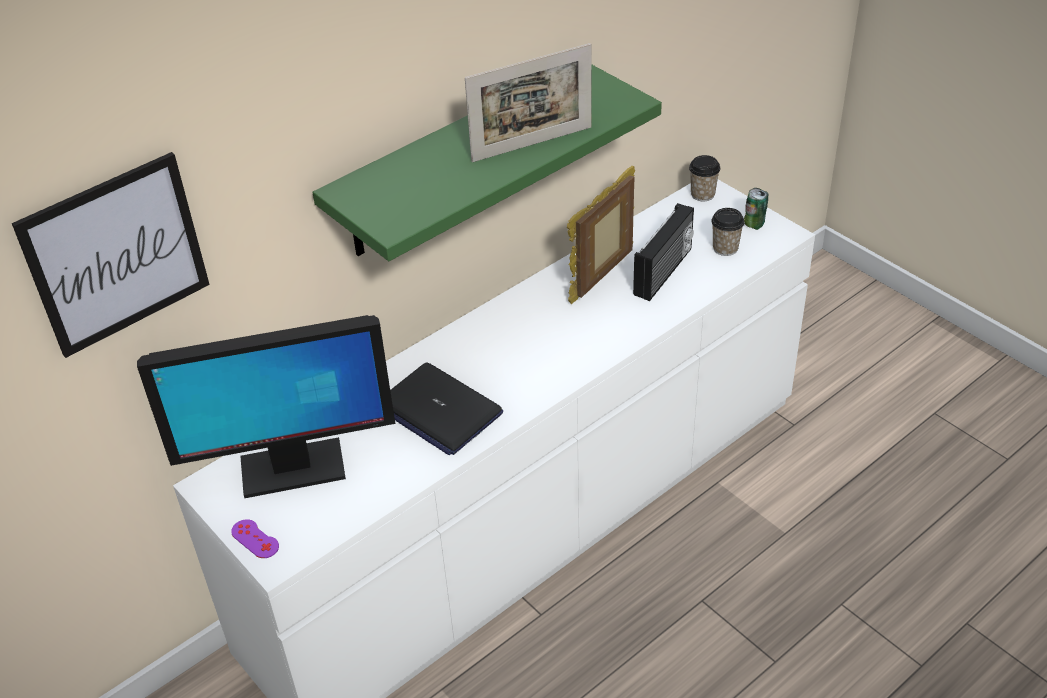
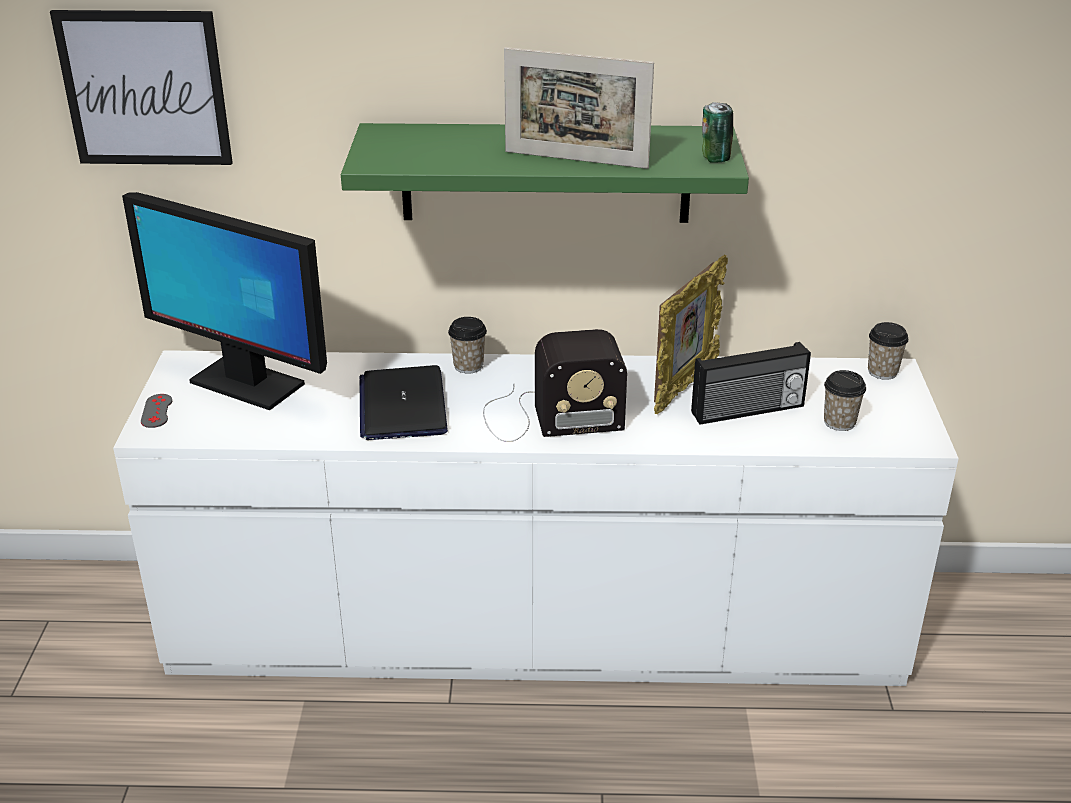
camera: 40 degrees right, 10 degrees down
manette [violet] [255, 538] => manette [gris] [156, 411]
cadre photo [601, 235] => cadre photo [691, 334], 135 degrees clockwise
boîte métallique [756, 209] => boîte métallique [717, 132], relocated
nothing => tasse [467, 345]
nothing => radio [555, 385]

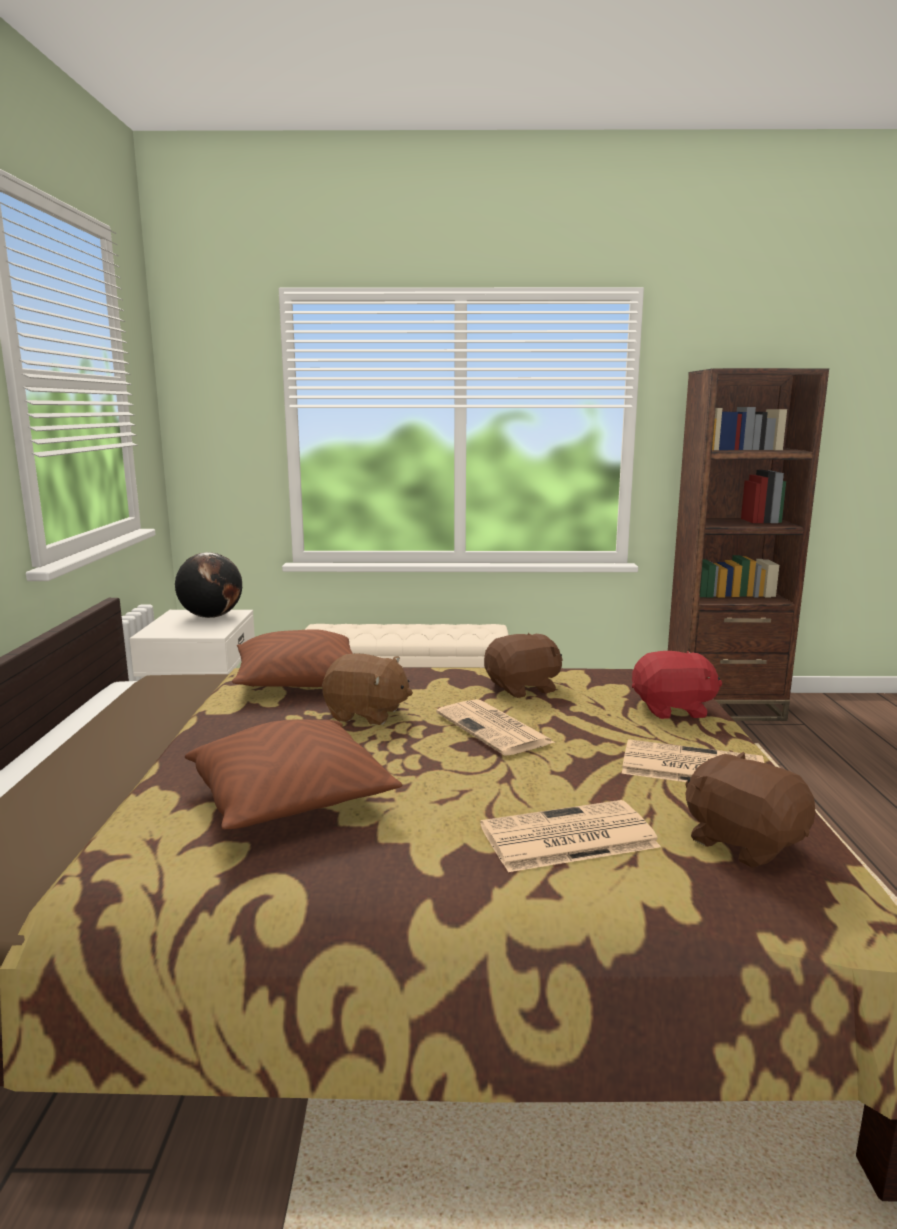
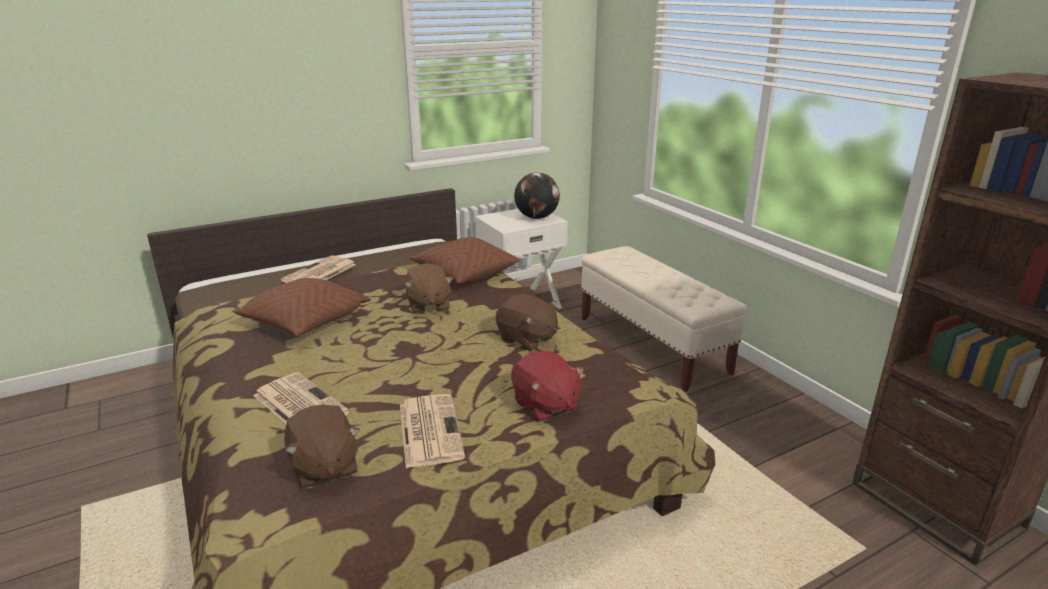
camera: 60 degrees right, 10 degrees up
journal [495, 727] => journal [318, 269], relocated
peluche [marron] [750, 809] => peluche [marron] [322, 447], 135 degrees clockwise

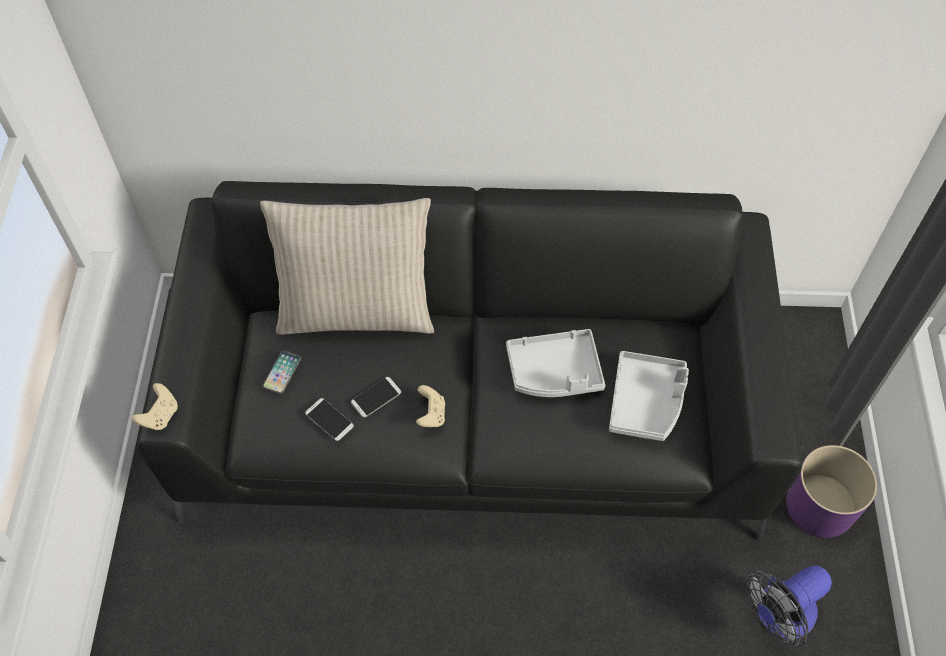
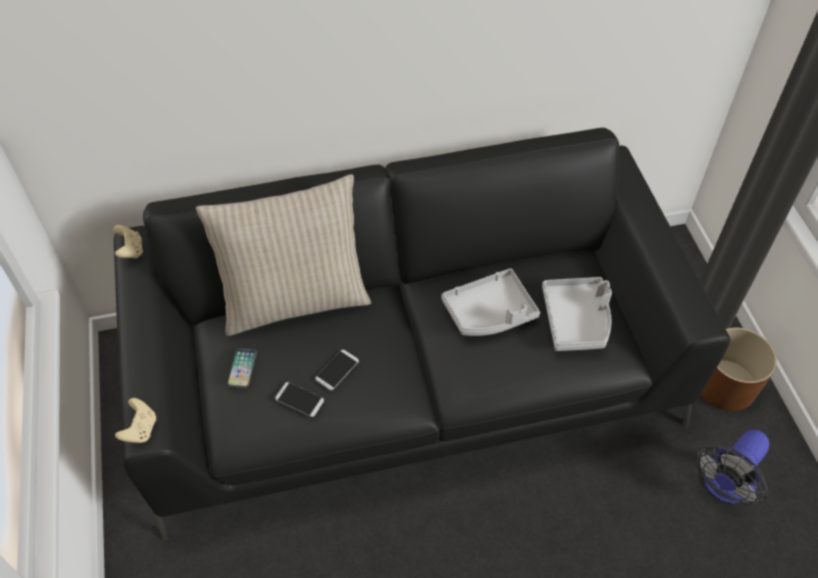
camera: 15 degrees left, 5 degrees down
manette [beige] [430, 406] => manette [beige] [128, 242], relocated
cache-pot [violet] [831, 491] => cache-pot [marron] [739, 369]

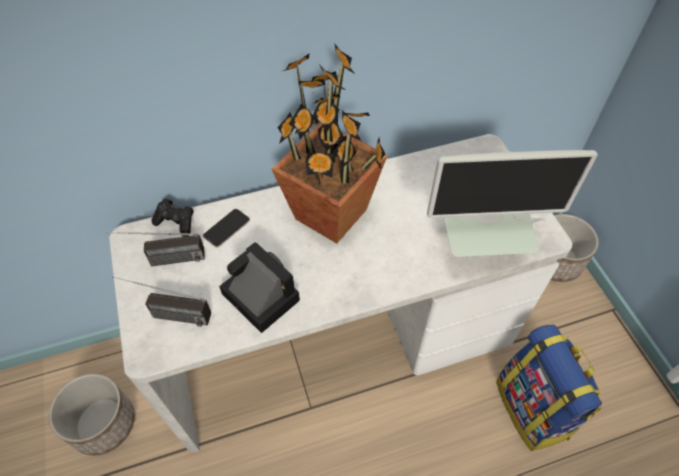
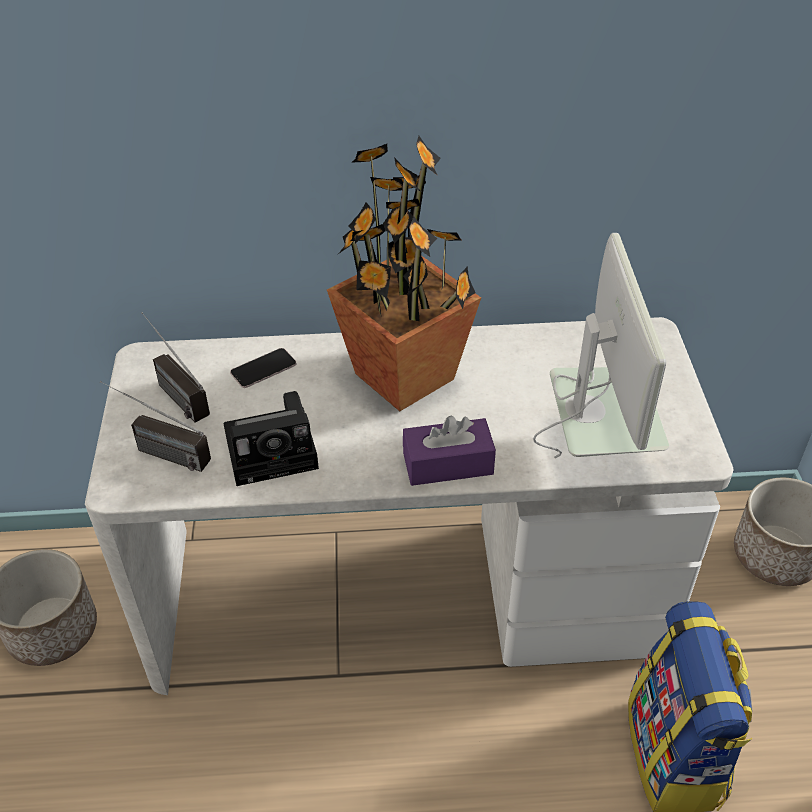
camera: 15 degrees right, 10 degrees down
radio [155, 249] => radio [176, 367], 45 degrees clockwise
manette [noir] [172, 218] => nothing
appareil photo [259, 287] => appareil photo [271, 438], 105 degrees clockwise
écran d'ordinateur [512, 203] => écran d'ordinateur [601, 345], 105 degrees counterclockwise
nothing => boîte à mouchoirs [violet] [449, 450]

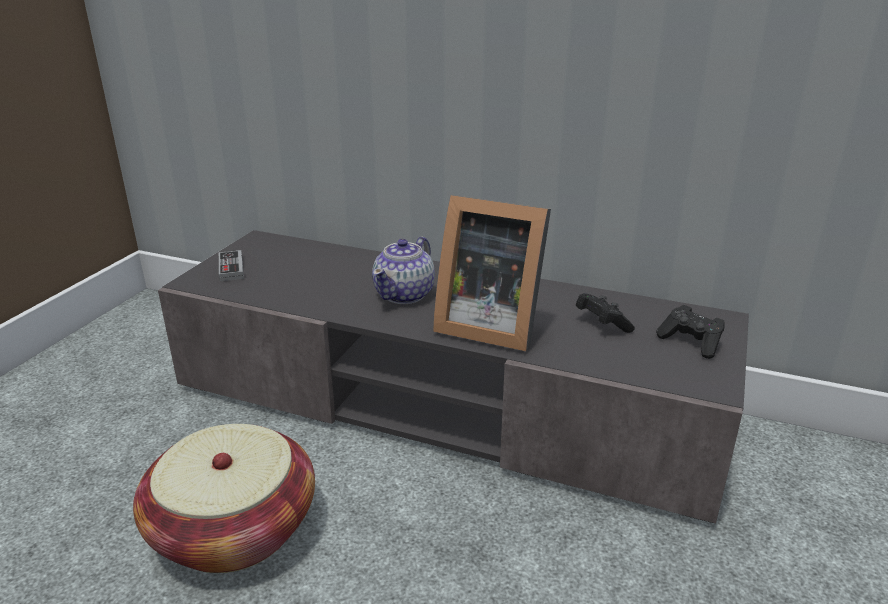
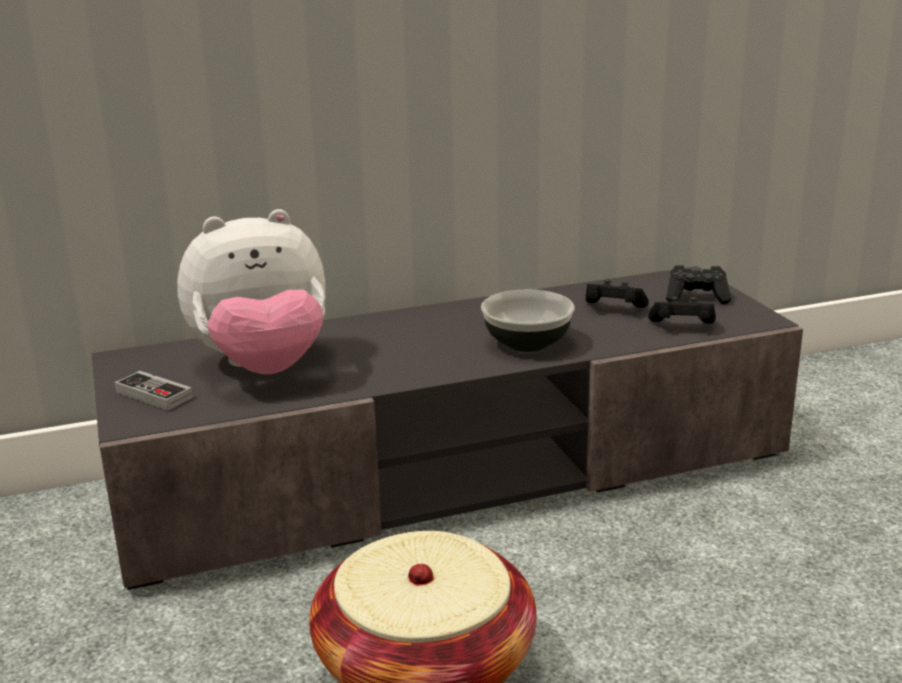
camera: 40 degrees left, 5 degrees down
théière [403, 270] => nothing
cadre photo [492, 273] => bol [528, 321]
nothing => peluche [251, 291]
nothing => manette [noir] [682, 310]

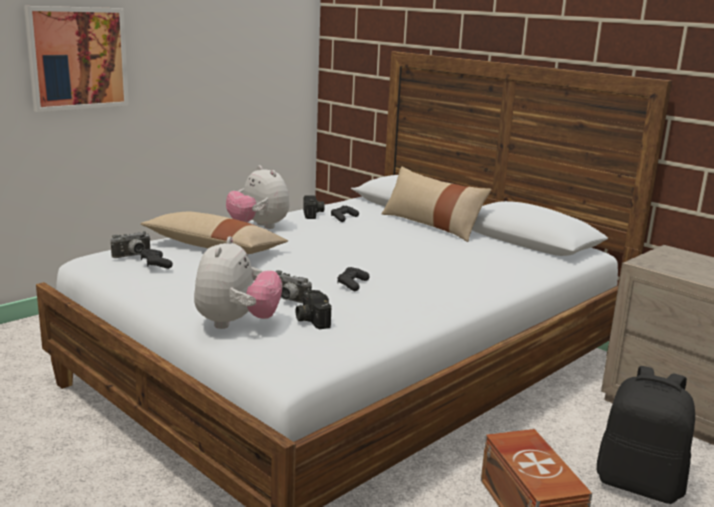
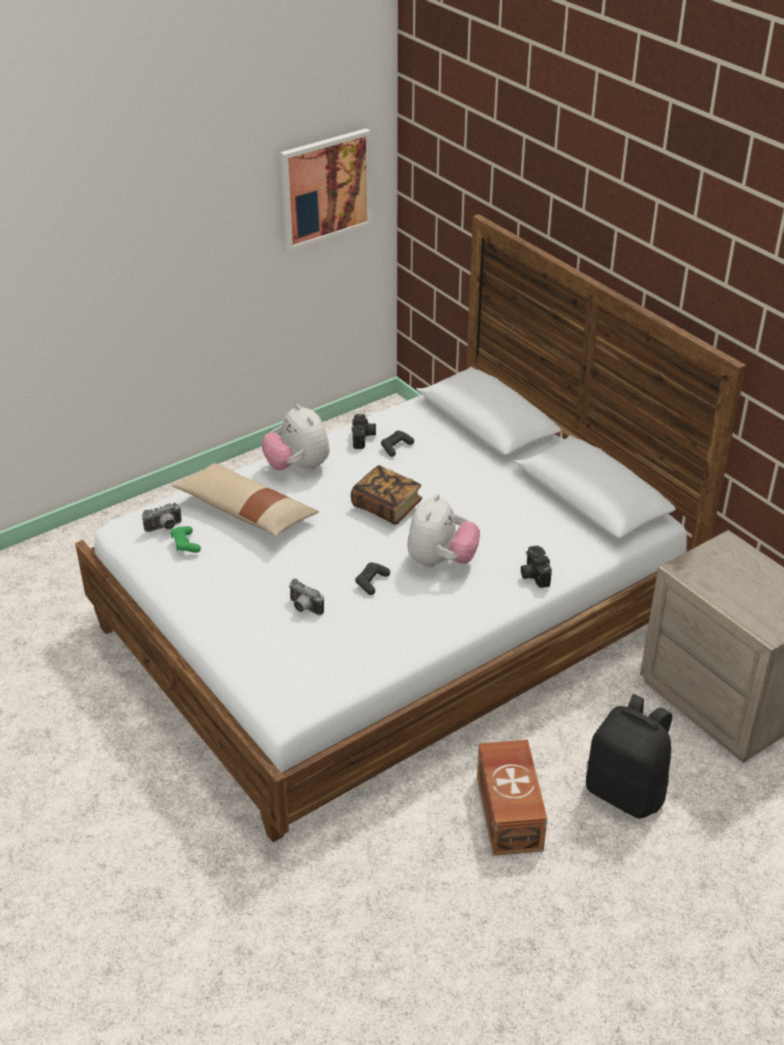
camera: 10 degrees right, 20 degrees up
tableau [76, 59] => tableau [325, 189], relocated
manette [noir] [156, 259] => manette [vert] [186, 539]
peluche [238, 282] => peluche [443, 531], relocated
appareil photo [313, 309] => appareil photo [536, 566], relocated
coussin [beige] [436, 204] => nothing
nothing => livre [386, 495]

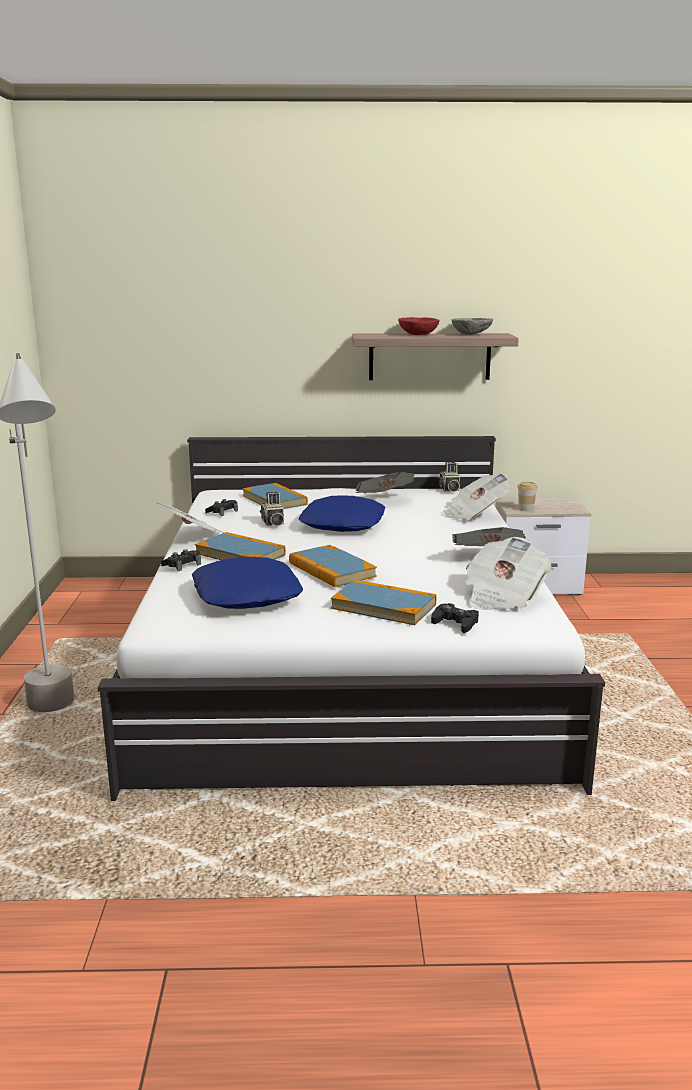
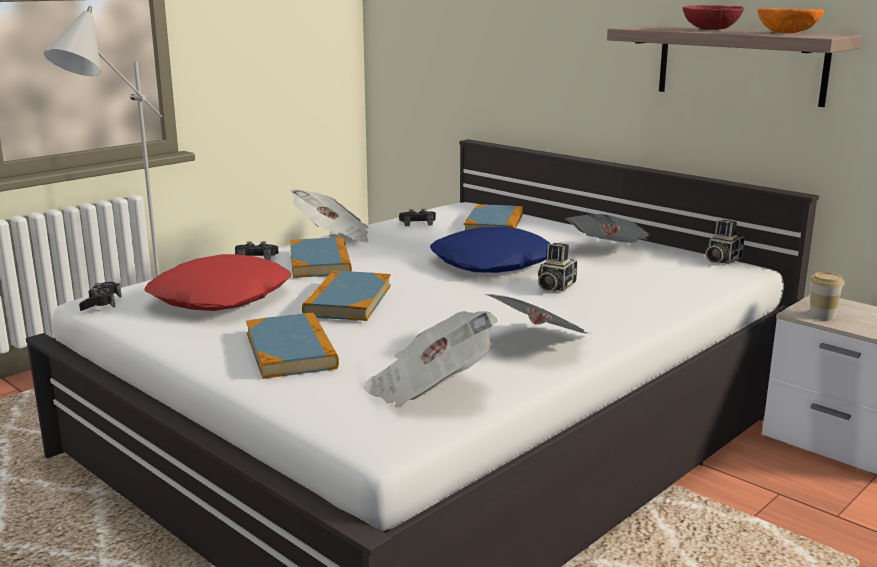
camera: 45 degrees right, 0 degrees up
coussin [bleu] [247, 583] => coussin [rouge] [218, 282]
appareil photo [272, 509] => appareil photo [558, 267], relocated
manette [noir] [455, 618] => manette [noir] [100, 296], relocated
journal [476, 497] => nothing
bol [gris] [472, 326] => bol [orange] [790, 20]

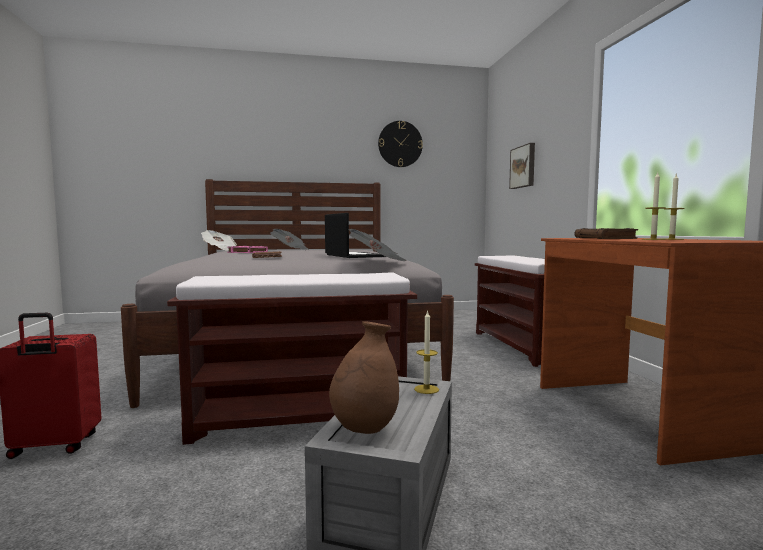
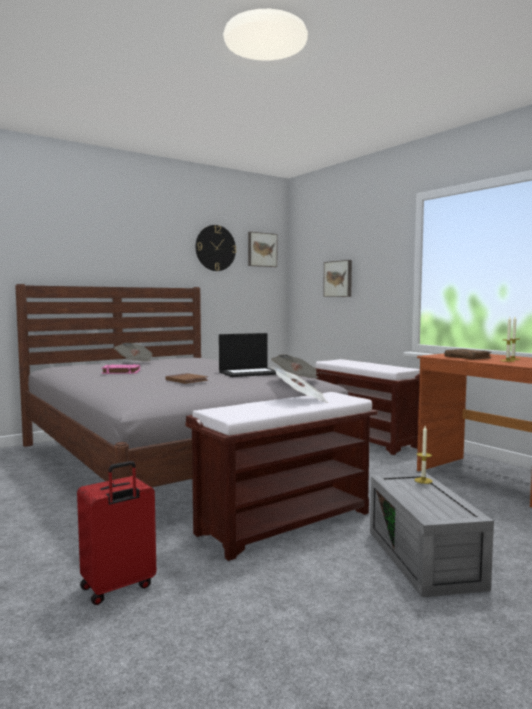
camera: 25 degrees left, 0 degrees up
journal [219, 240] => journal [300, 385], relocated
ordinateur portable [355, 235] => ordinateur portable [248, 355], 120 degrees clockwise
vase [marron] [364, 377] => nothing
nothing => tableau [262, 249]

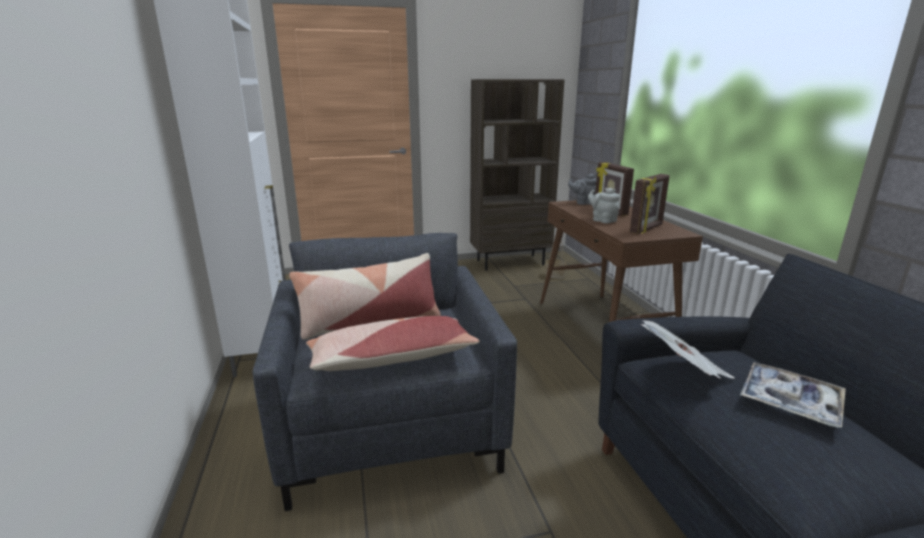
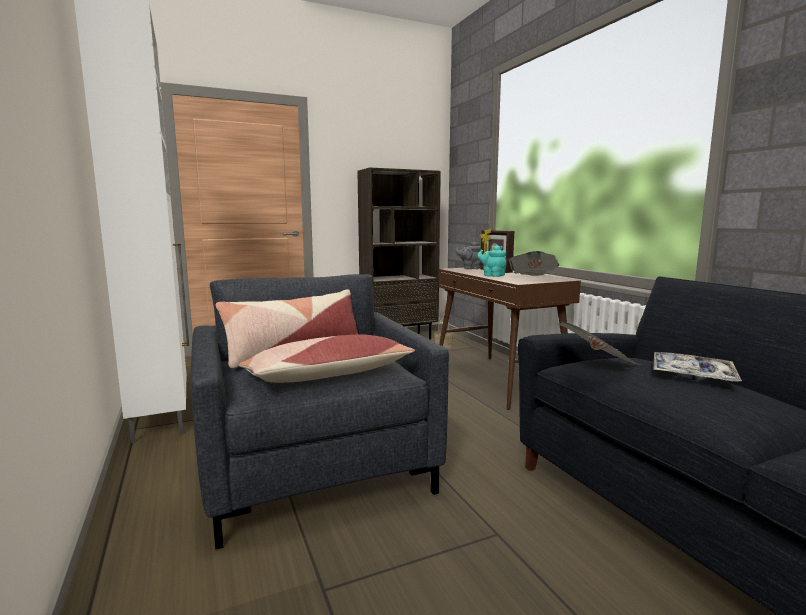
camera: 10 degrees left, 10 degrees down
théière [gris] [604, 205] => théière [turquoise] [491, 261]
cadre photo [650, 204] => journal [533, 263]

